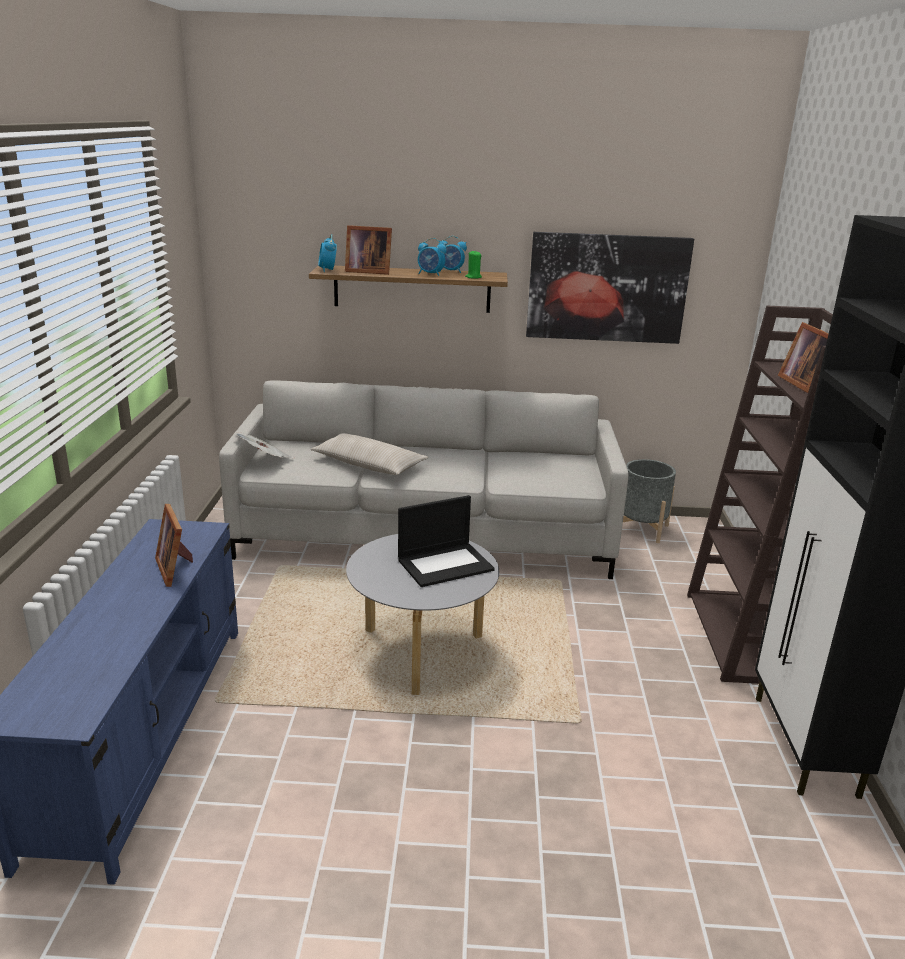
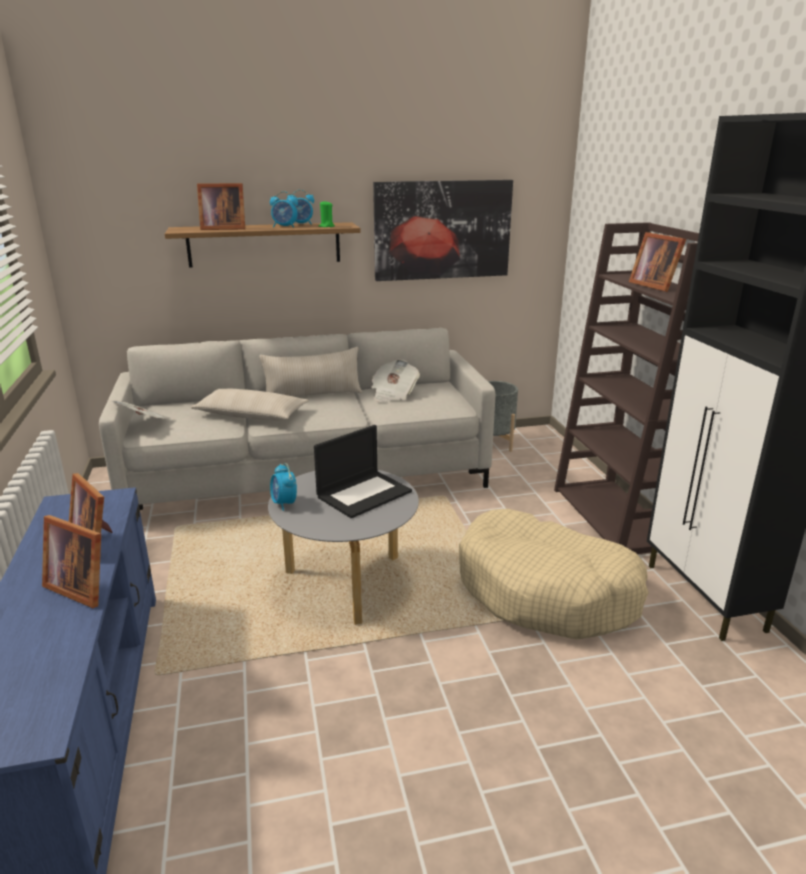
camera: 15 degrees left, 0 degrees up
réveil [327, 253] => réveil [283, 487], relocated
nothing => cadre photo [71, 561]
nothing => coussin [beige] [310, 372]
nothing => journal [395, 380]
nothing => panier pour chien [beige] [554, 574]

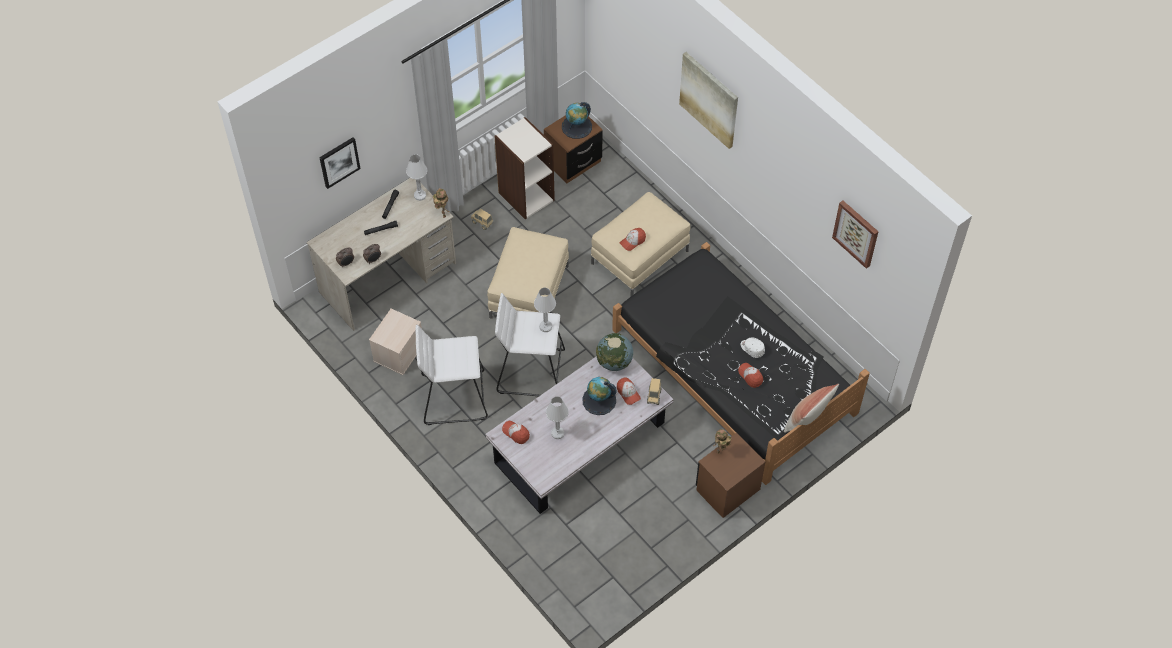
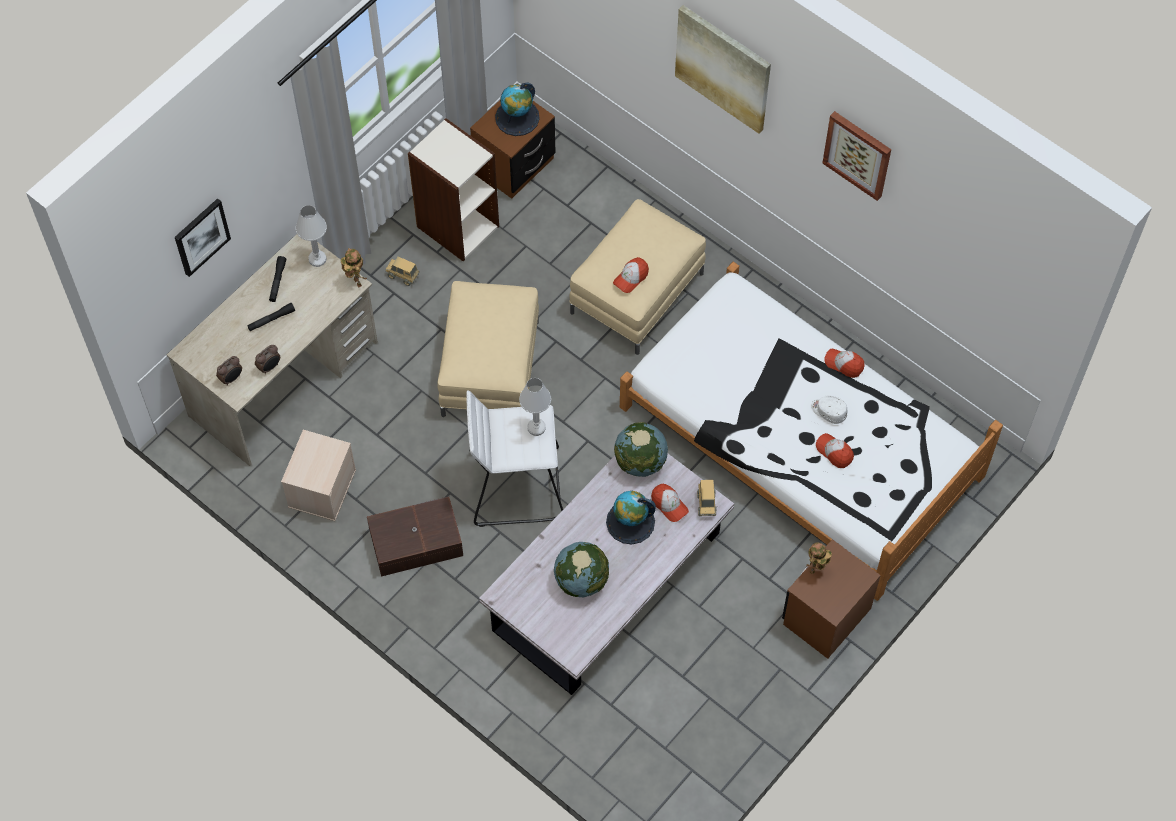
camera: 10 degrees left, 5 degrees up
tabouret [blanc] [452, 374] => boîte de rangement [marron] [415, 536]
casquette [516, 432] => casquette [844, 363], relocated
lampe de table [blanc] [557, 417] => globe [581, 569]
lit [noir] [741, 363] => lit [blanc] [811, 431]
coussin [811, 408] => nothing
tableau [855, 235] => tableau [856, 156], relocated

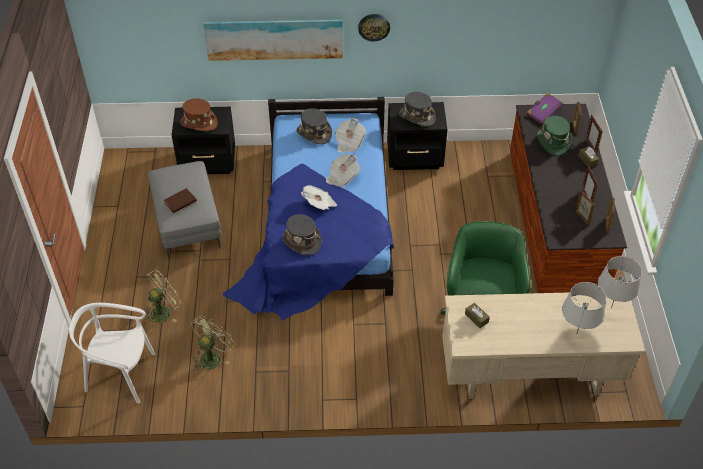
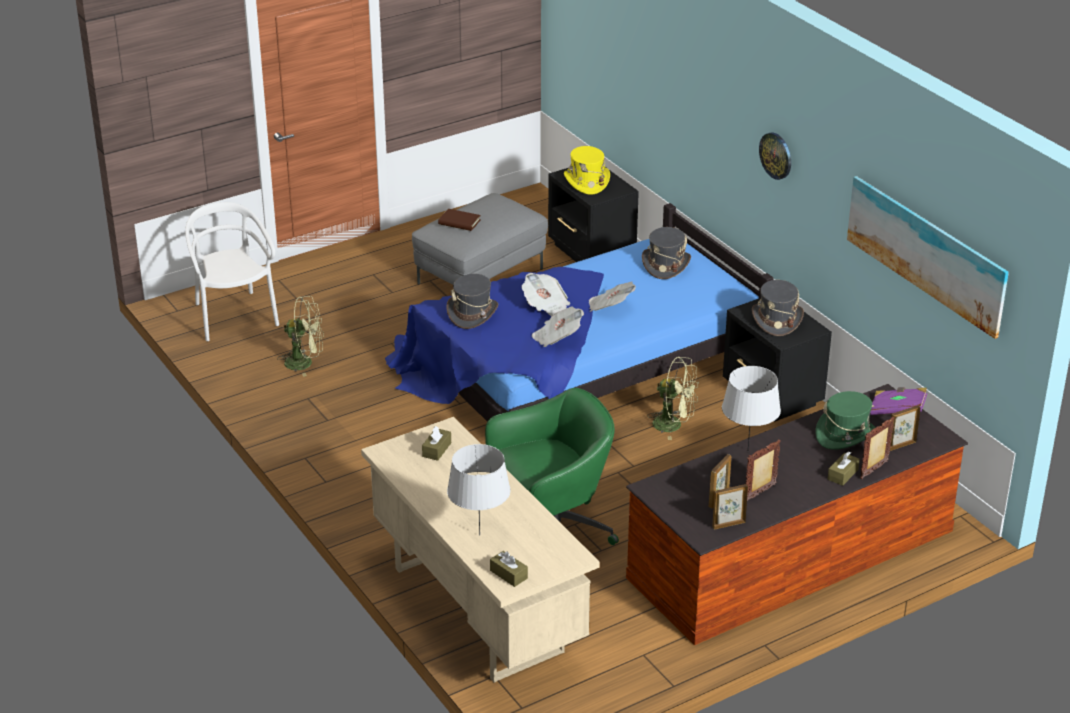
camera: 60 degrees right, 15 degrees down
ventilateur [vert] [162, 296] => ventilateur [vert] [673, 398], relocated
chapeau [marron] [199, 114] => chapeau [jaune] [587, 170]
tableau [273, 40] => tableau [928, 257], relocated
journal [350, 135] => journal [558, 326], relocated
lampe de table [gris] [620, 282] => lampe de table [gris] [751, 408], relocated
nothing => boîte à mouchoirs [marron] [509, 569]

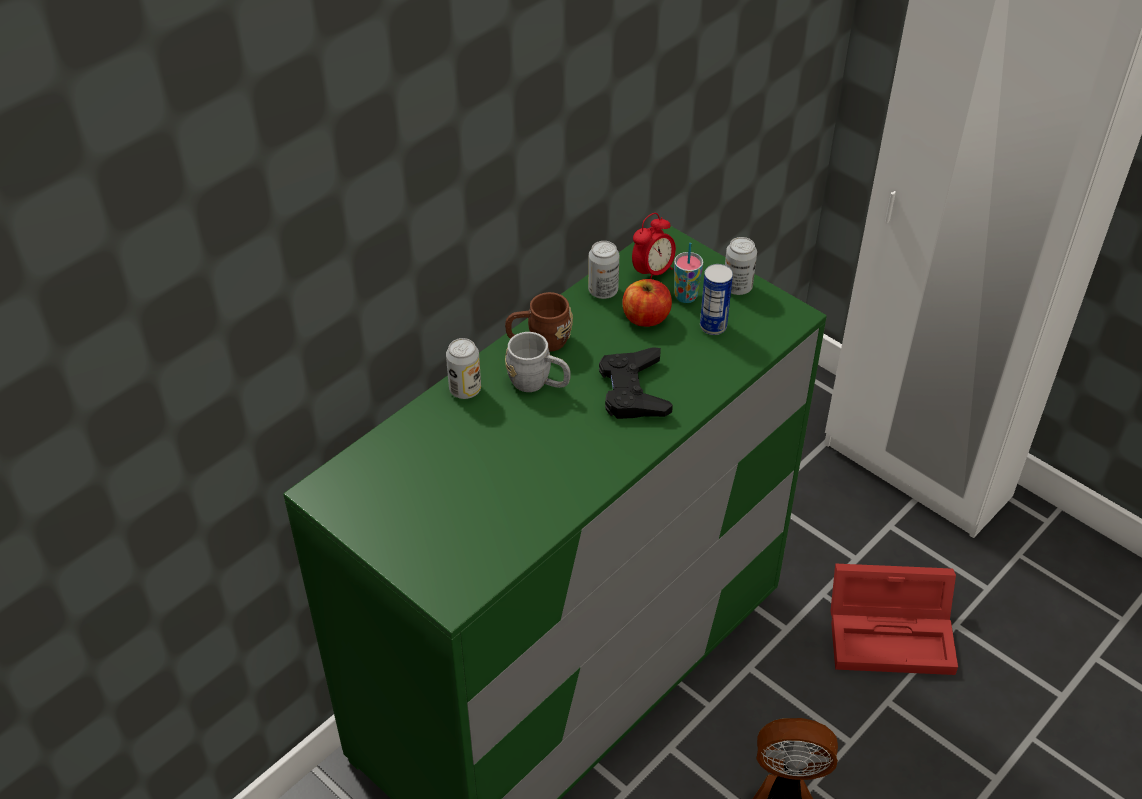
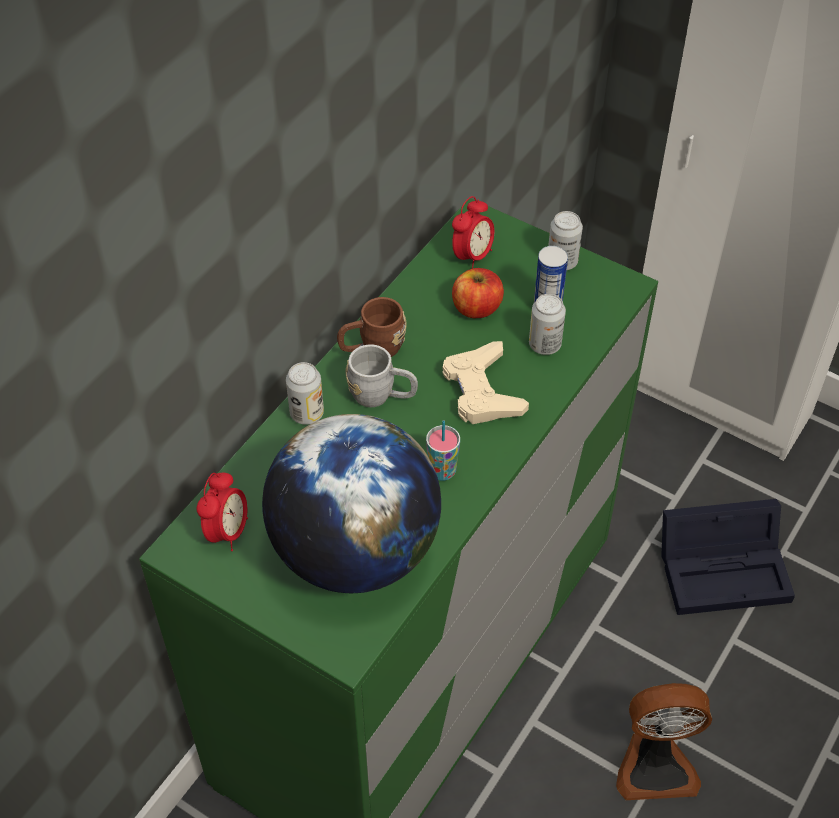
camera: 10 degrees left, 5 degrees up
boîte métallique [603, 270] => boîte métallique [547, 324], relocated
manette [noir] [636, 383] => manette [beige] [485, 382]
tasse [688, 272] => tasse [443, 450], relocated
boîte de rangement [rouge] [894, 619] => boîte de rangement [noir] [728, 557]
nothing => réveil [222, 511]
nothing => globe [351, 503]

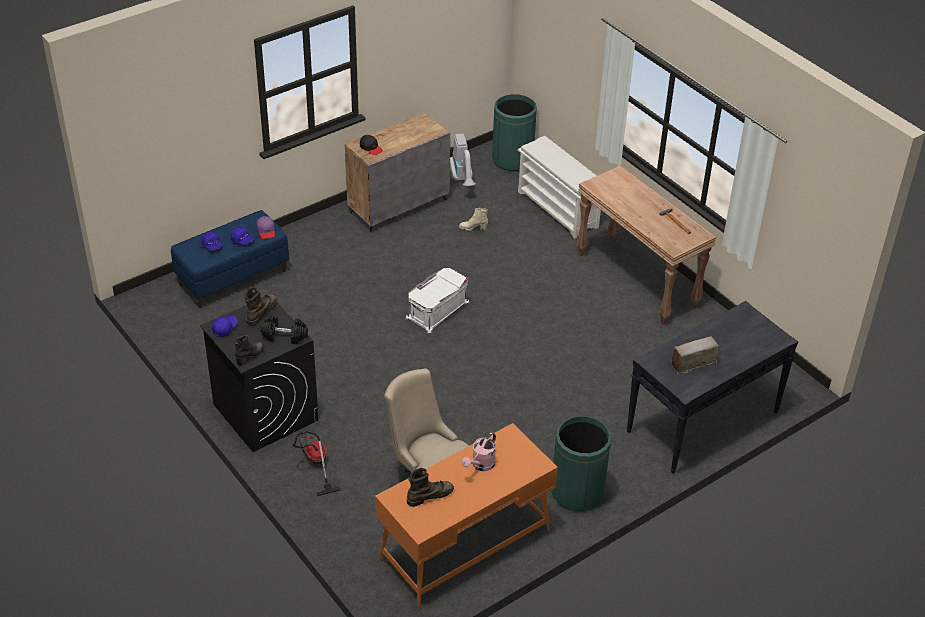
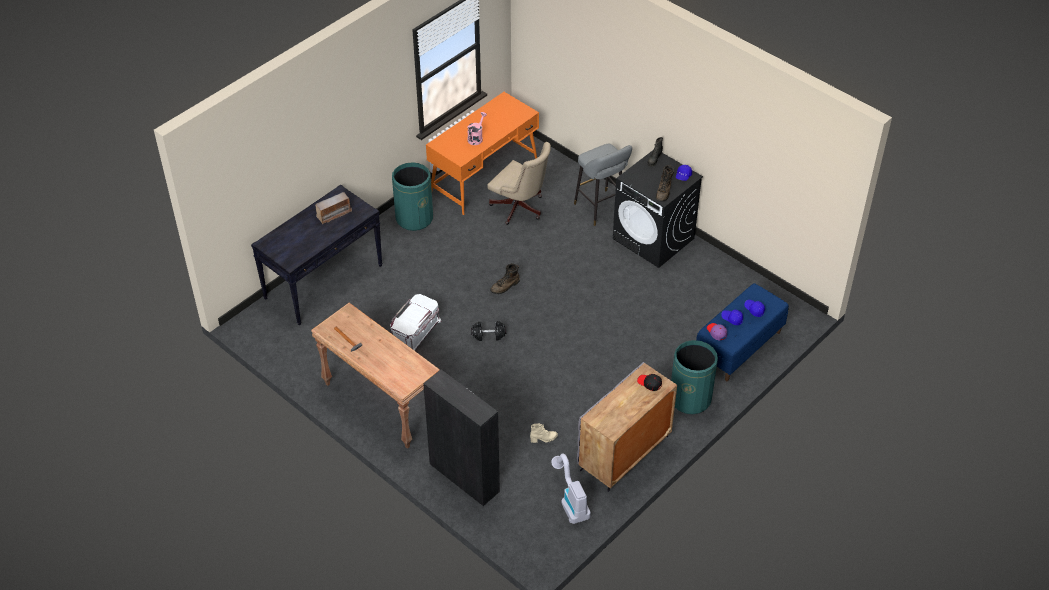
camera: 170 degrees right, 5 degrees up
haltère [noir] [284, 330] => haltère [noir] [488, 331], relocated
aspirateur [317, 463] => tabouret [gris] [603, 185]
boîte de rangement [blanc] [438, 300] => boîte de rangement [blanc] [415, 322], relocated
botte [marron] [430, 487] => botte [marron] [505, 278], relocated
poubelle [vert] [514, 132] => poubelle [vert] [694, 377], relocated
étagère à chaussures [blanc] [559, 187] => meuble de rangement [noir] [461, 438]

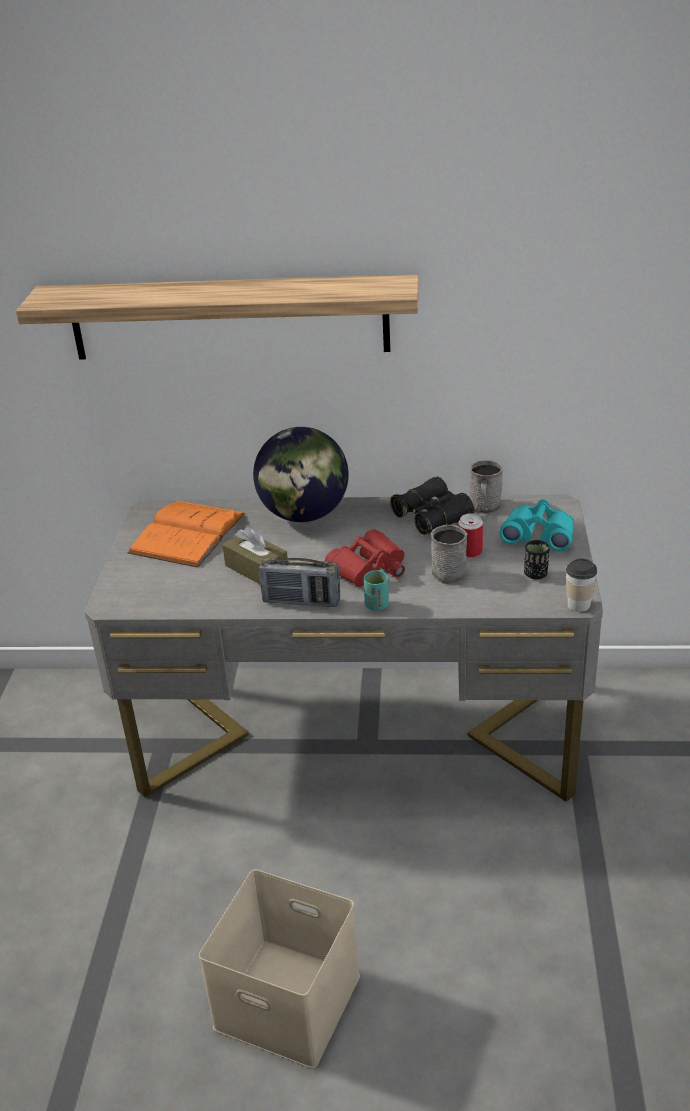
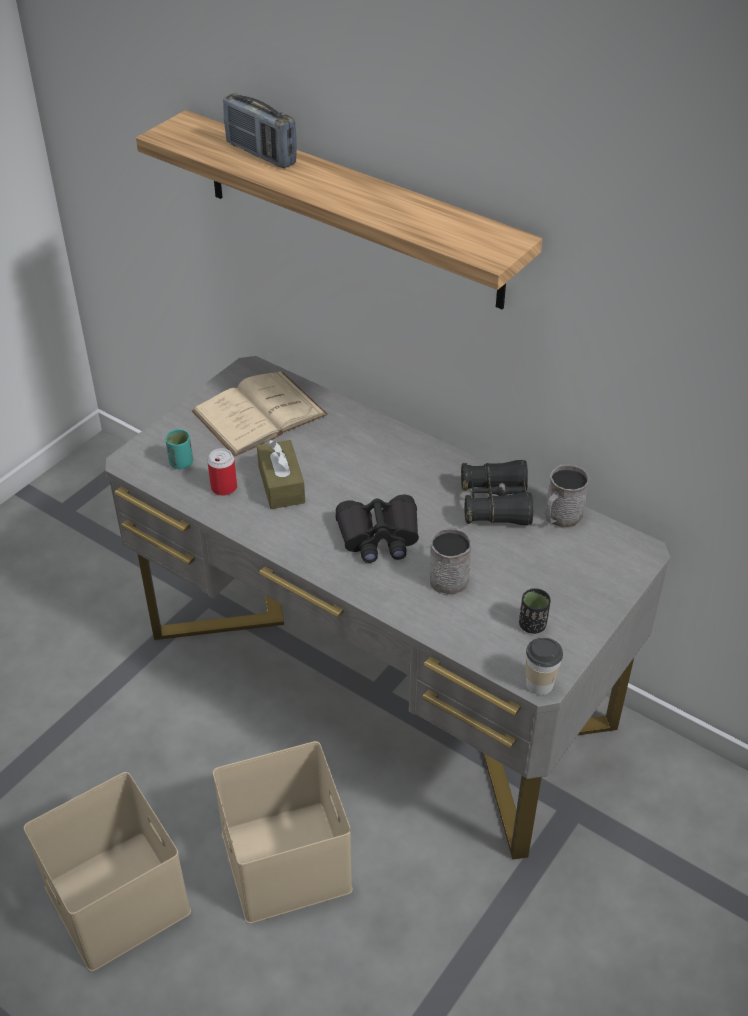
camera: 30 degrees right, 10 degrees up
livre [orange] [186, 534] => livre [beige] [260, 414]
globe [301, 474] => nothing
radio [299, 582] => radio [260, 130], relocated
jumelles [rouge] [365, 558] => jumelles [noir] [377, 529]
tasse [turquoise] [376, 590] => tasse [turquoise] [179, 449], relocated
boîte métallique [470, 535] => boîte métallique [222, 472], relocated
jumelles [turquoise] [537, 525] => nothing
nothing => boîte de rangement [beige] [283, 832]

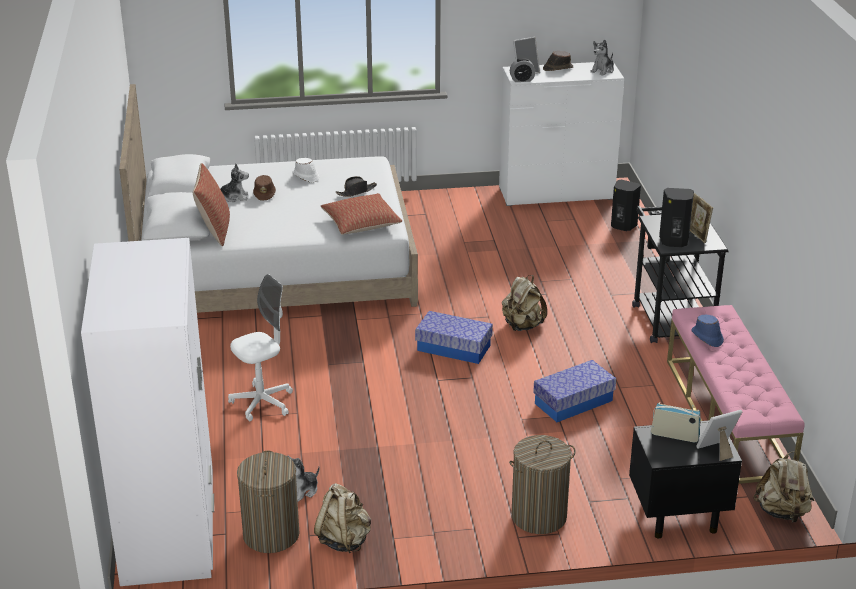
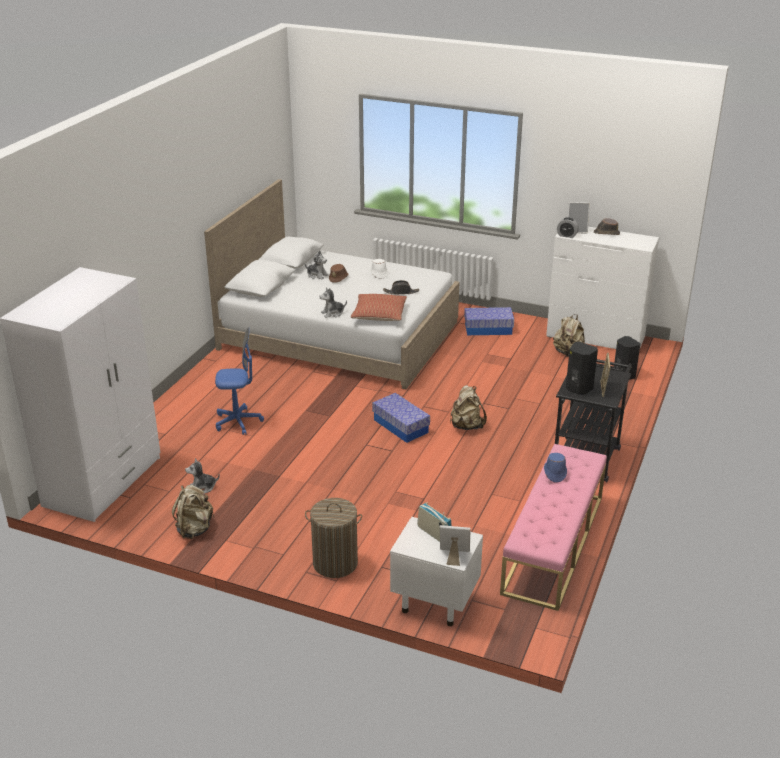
camera: 30 degrees right, 0 degrees up
coussin [211, 204] => nothing
chaise de bureau [blanc] [260, 347] => chaise de bureau [bleu] [239, 381]
panier à linge [268, 501] => nothing
boîte de rangement [574, 391] => boîte de rangement [489, 321], relocated
peluche [602, 57] => peluche [333, 302], relocated
table de chevet [noir] [685, 479] => table de chevet [blanc] [436, 571]
sac à dos [beige] [783, 487] => sac à dos [beige] [569, 335], relocated

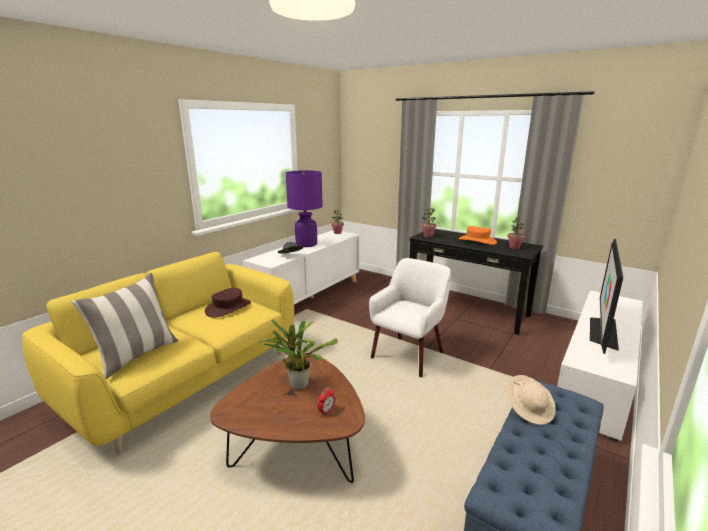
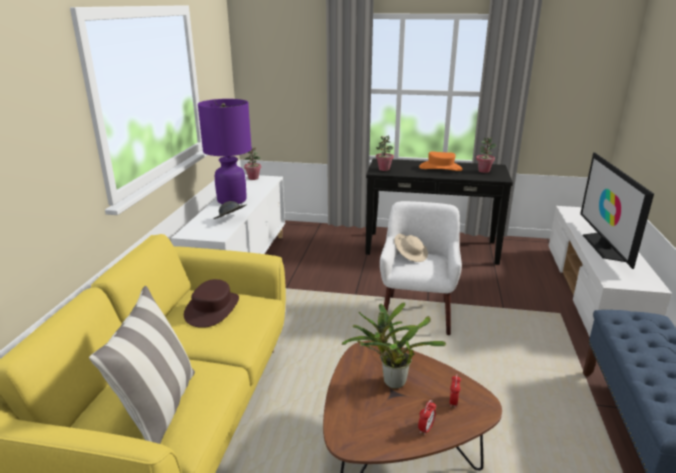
camera: 25 degrees left, 5 degrees up
chapeau [beige] [531, 400] => chapeau [beige] [411, 248], relocated
nothing => réveil [427, 417]

